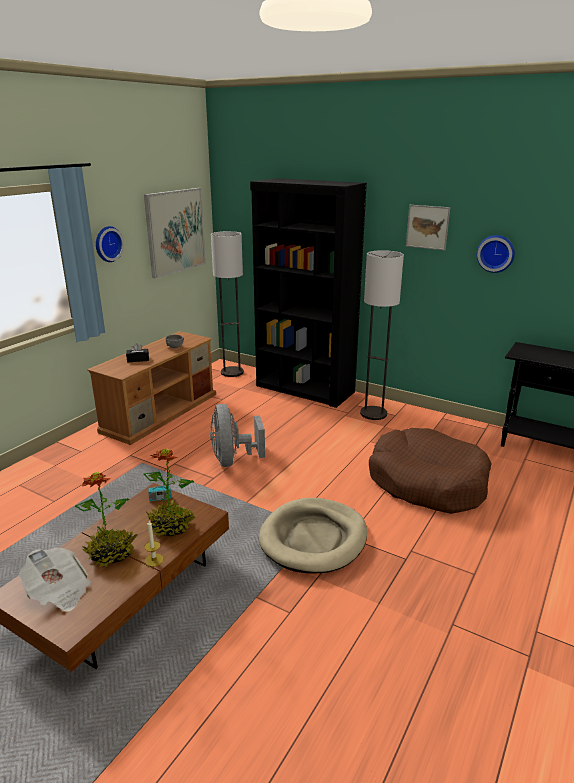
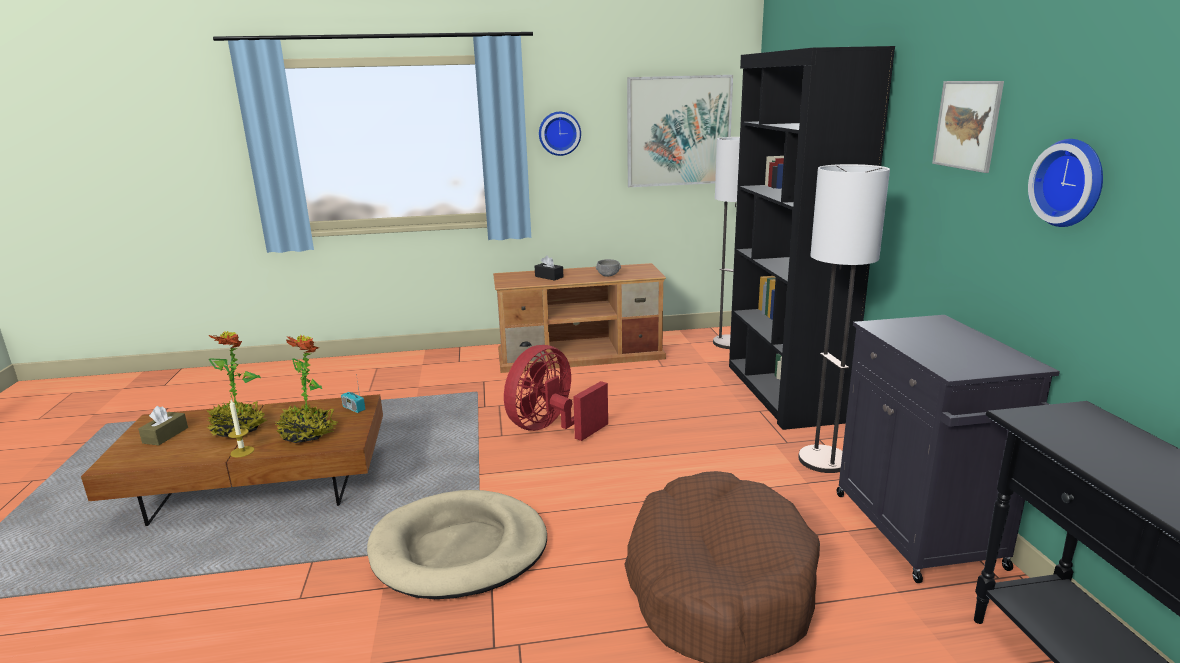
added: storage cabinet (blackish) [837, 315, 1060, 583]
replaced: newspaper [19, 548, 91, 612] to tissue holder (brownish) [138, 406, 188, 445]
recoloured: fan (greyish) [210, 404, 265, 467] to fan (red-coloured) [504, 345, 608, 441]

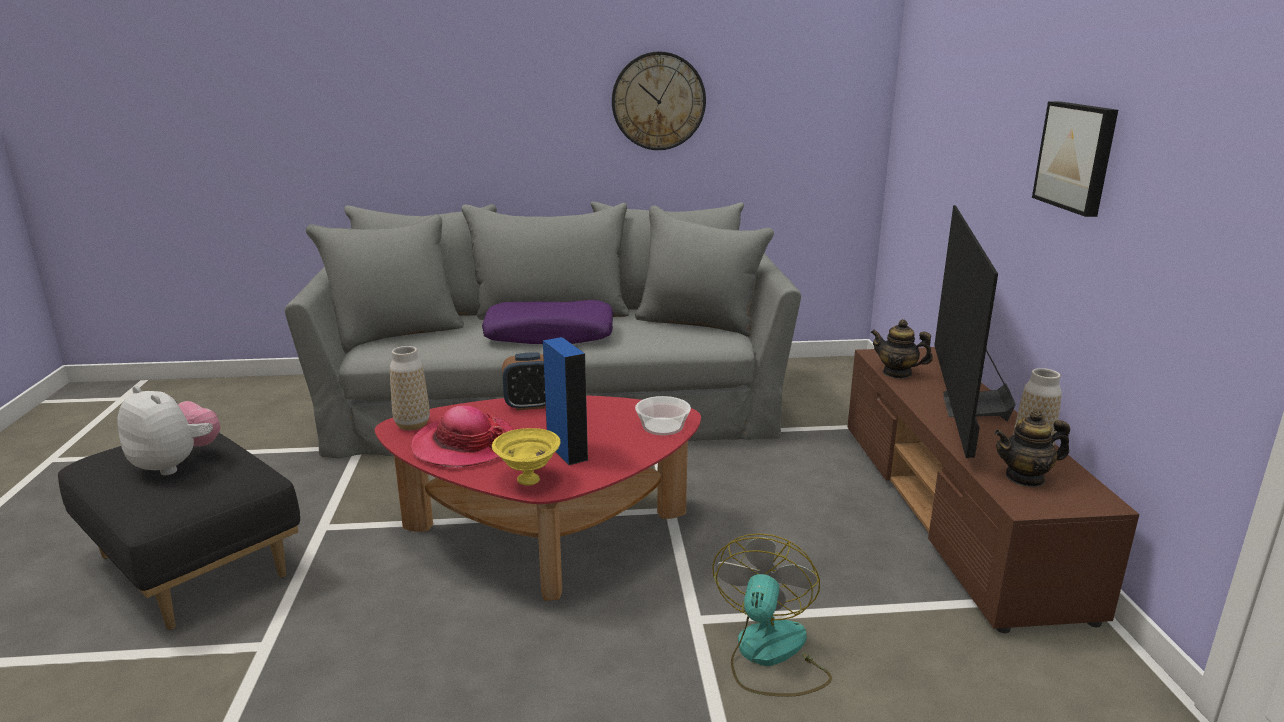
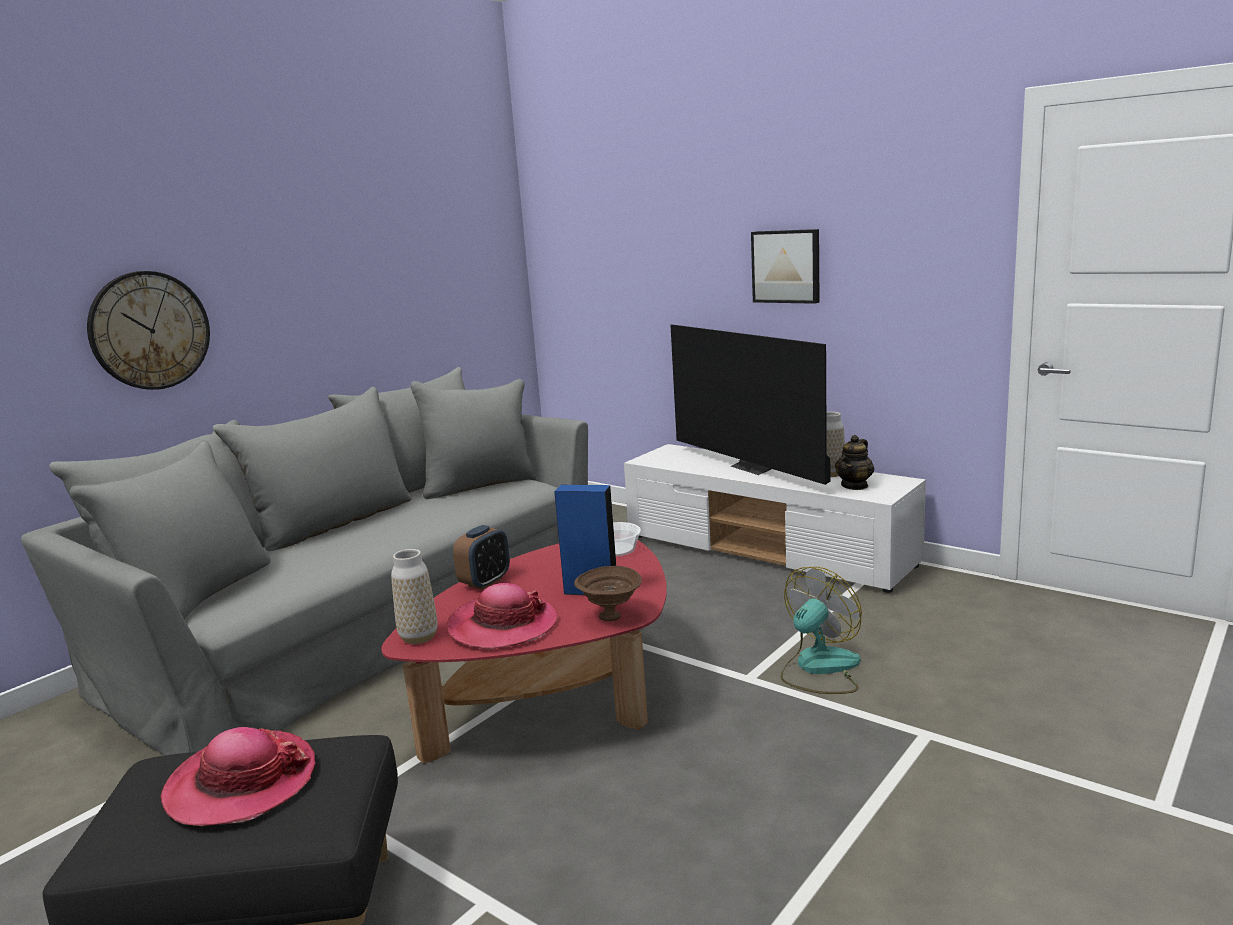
removed: pillow (purplish) [482, 300, 613, 344]; pot for tea [870, 319, 933, 379]
moved: wall clock [612, 52, 706, 150] to [87, 271, 210, 390]
replaced: cuddly toy [118, 386, 221, 475] to clothing hat [161, 727, 315, 826]
recoloured: tv stand (brownish) [847, 347, 1140, 633] to tv stand (white-coloured) [624, 444, 926, 593]; deep dish (yellowish) [492, 428, 560, 486] to deep dish (brownish) [574, 566, 642, 621]
turned: fan [712, 533, 832, 697] = [781, 567, 862, 694] 75 degrees clockwise

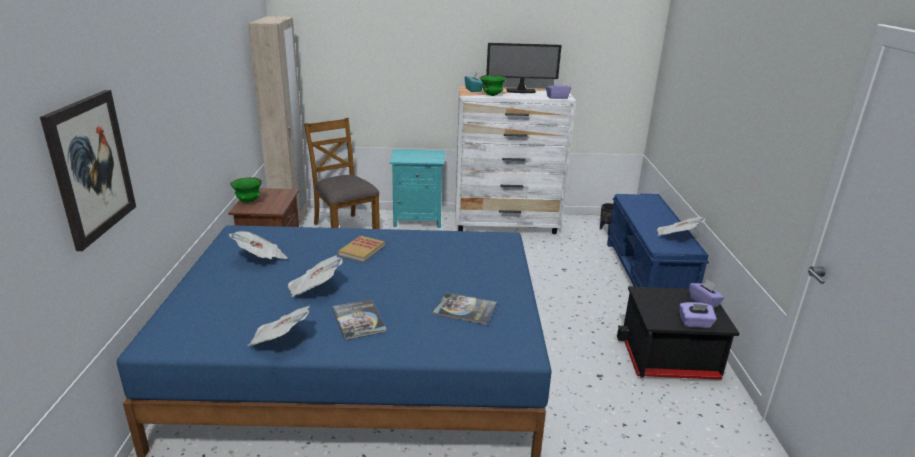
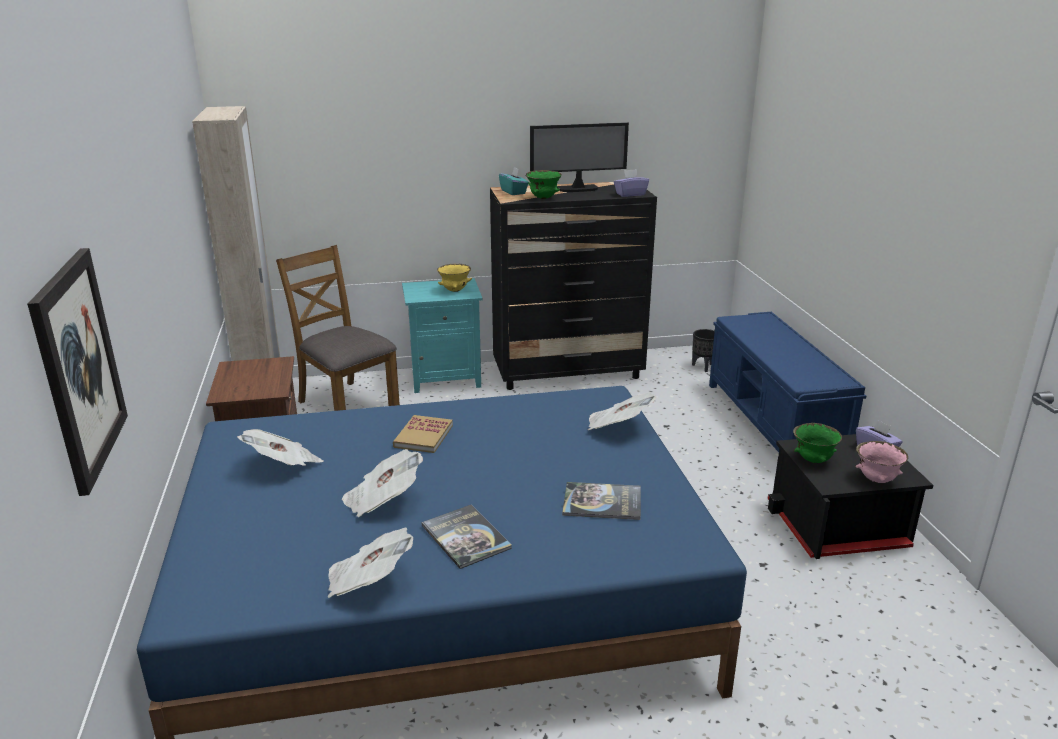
added: deep dish (yellowish) [437, 263, 472, 292]
moved: deep dish (green) [230, 177, 262, 203] to [793, 423, 842, 463]; newspaper [657, 216, 705, 236] to [588, 392, 656, 430]
replaced: tissue holder (purplish) [679, 302, 717, 328] to deep dish (pink) [855, 441, 908, 483]
recoloured: drawer chest (white-coloured) [455, 86, 576, 234] to drawer chest (blackish) [490, 182, 657, 390]

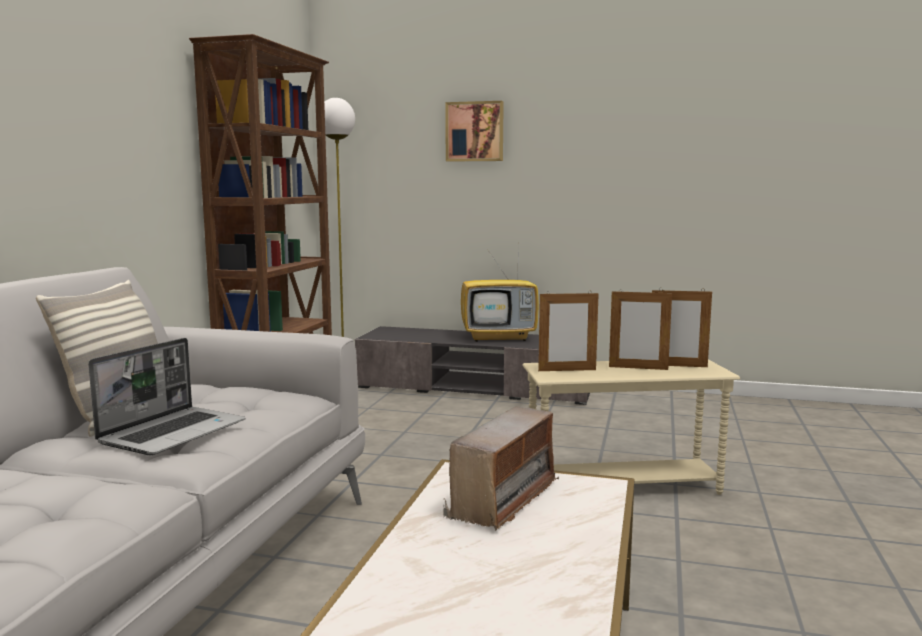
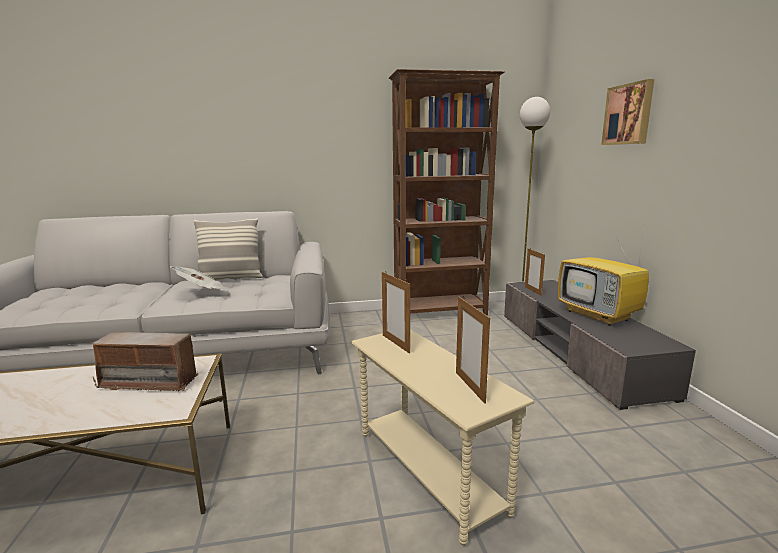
moved: picture frame [609, 289, 672, 370] to [525, 249, 545, 296]
replaced: notebook computer [88, 338, 245, 455] to newspaper [170, 266, 228, 291]

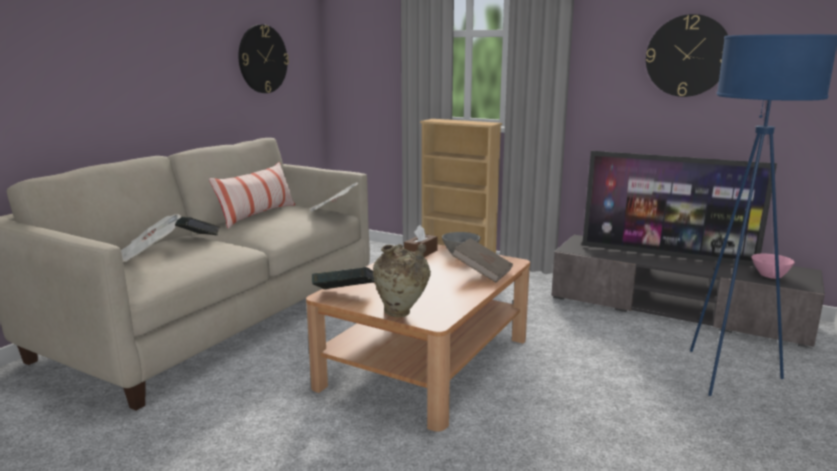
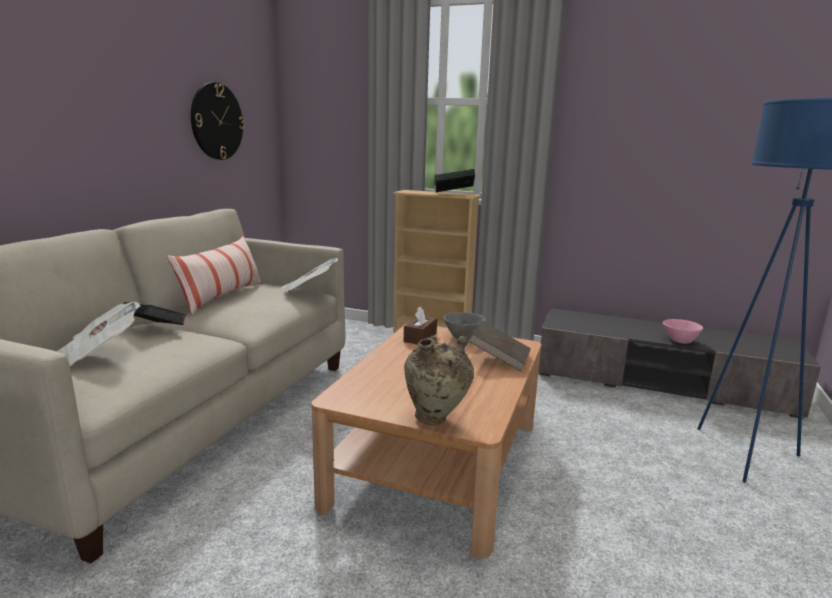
removed: wall clock [646, 14, 728, 97]; TV set [582, 151, 777, 266]
moved: deep dish (pink) [751, 253, 795, 279] to [663, 319, 703, 344]; volume [312, 267, 375, 289] to [434, 169, 475, 192]

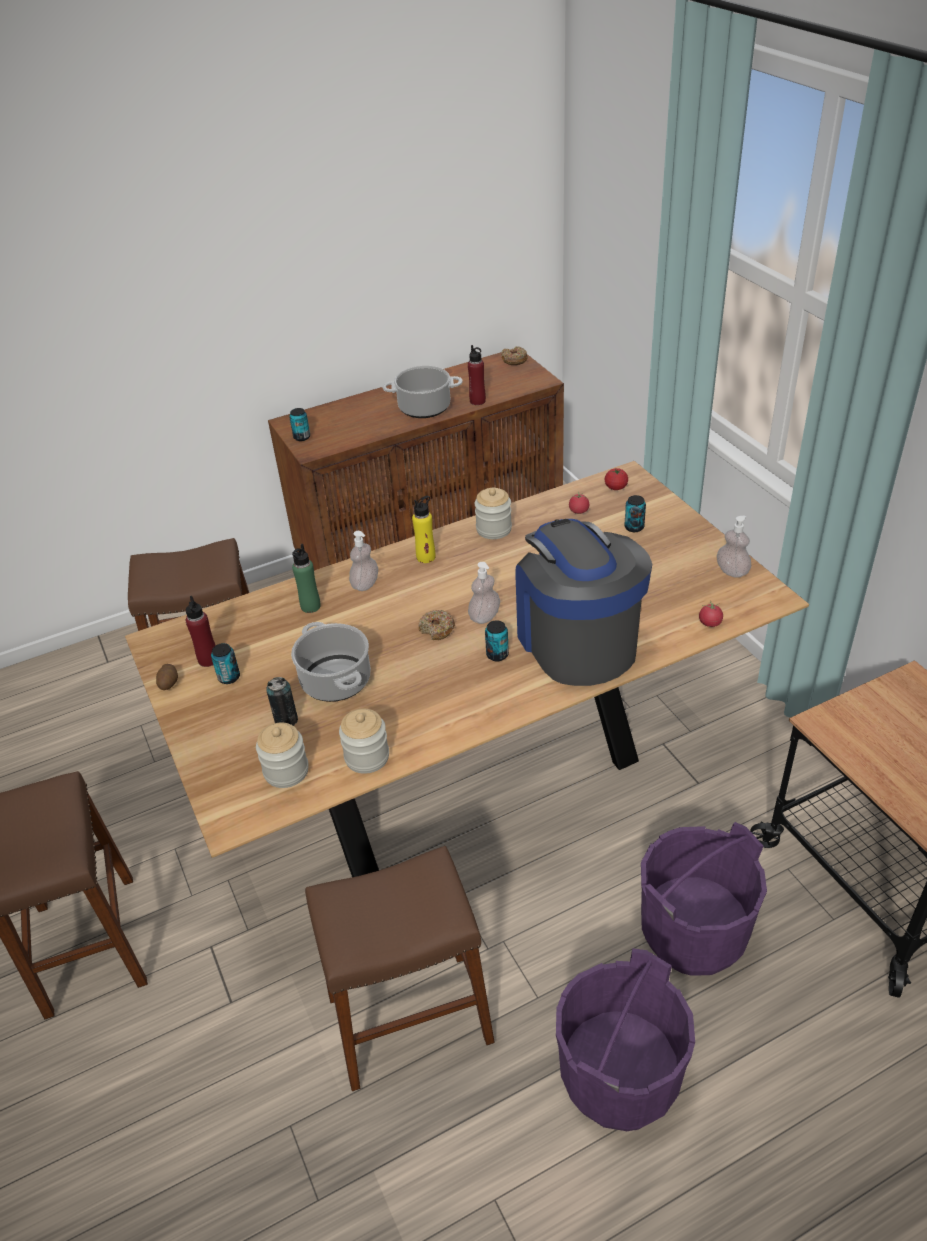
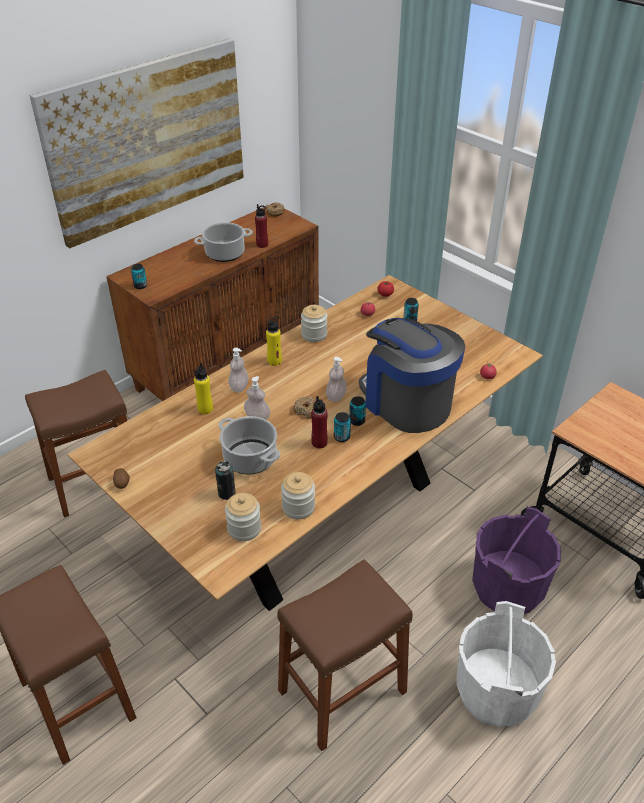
added: picture [30, 39, 244, 248]
moved: soap bottle [717, 516, 751, 578] to [244, 376, 270, 420]; bottle (red-coloured) [186, 596, 216, 667] to [311, 396, 328, 448]; metal can [211, 643, 240, 684] to [334, 412, 351, 442]
recoloured: bottle (green) [292, 544, 321, 613] to bottle (yellowish) [194, 363, 213, 414]; bucket (purplish) [556, 948, 695, 1131] to bucket (white-coloured) [456, 601, 556, 727]

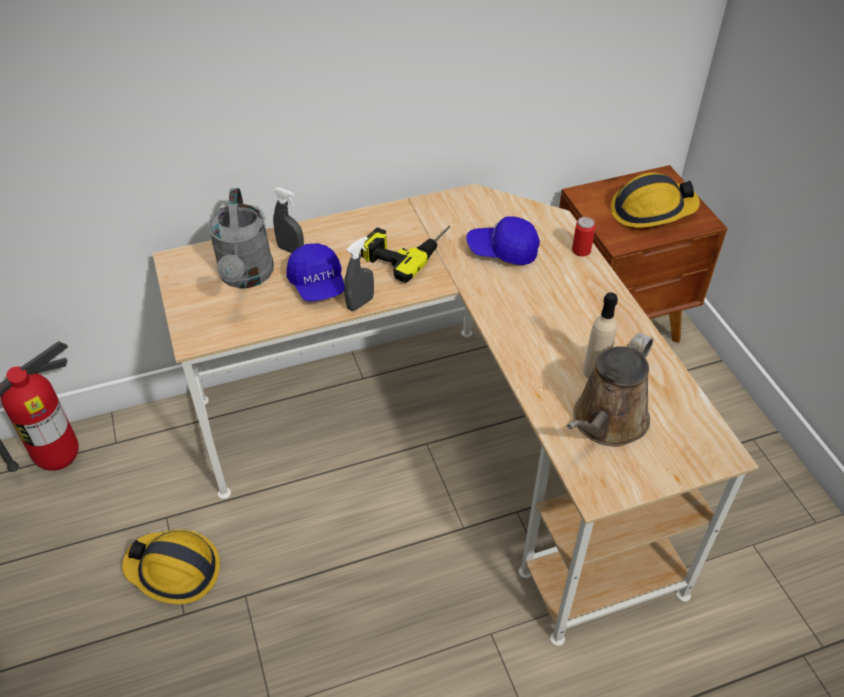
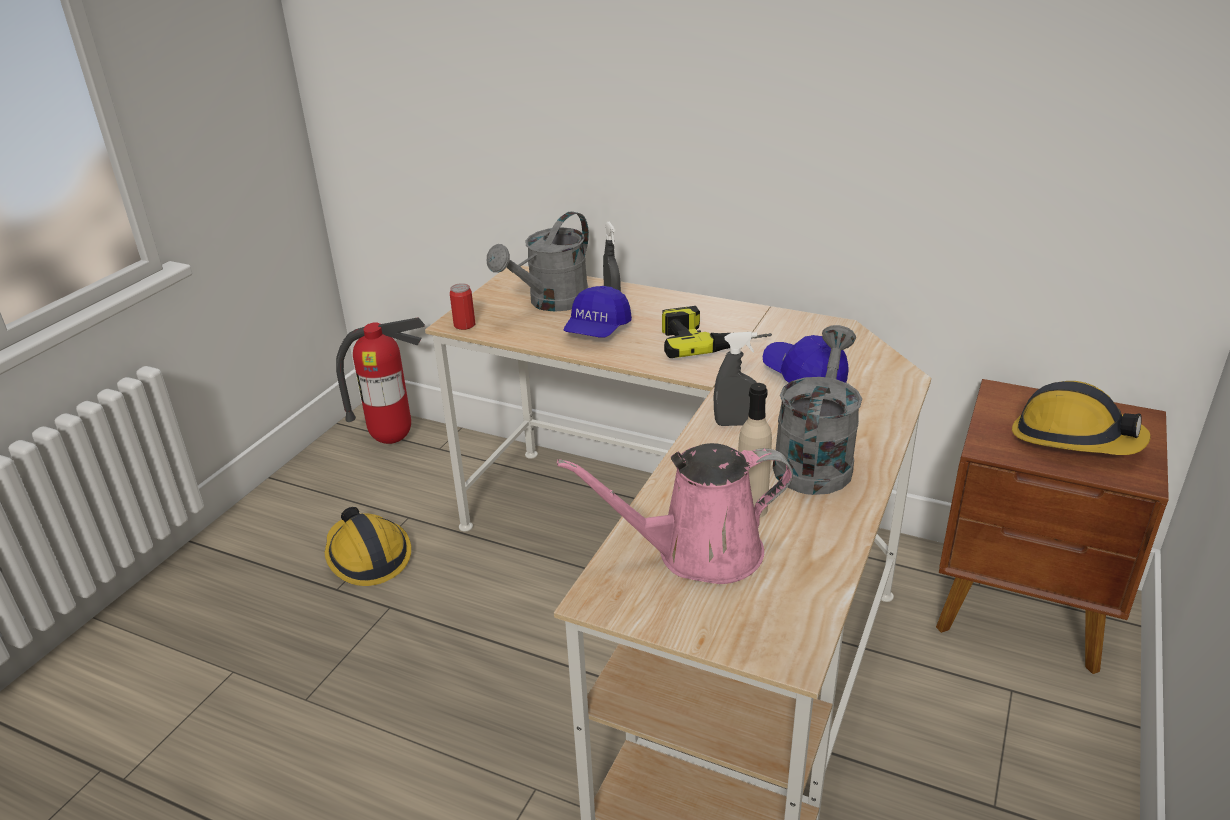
added: sprinkling can (greyish) [773, 325, 862, 495]
moved: metal can [572, 217, 596, 256] to [450, 283, 475, 330]; spray bottle (greyish) [344, 236, 374, 311] to [713, 332, 757, 426]
recoloured: sprinkling can (brownish) [567, 333, 653, 447] to sprinkling can (pink) [557, 443, 793, 584]

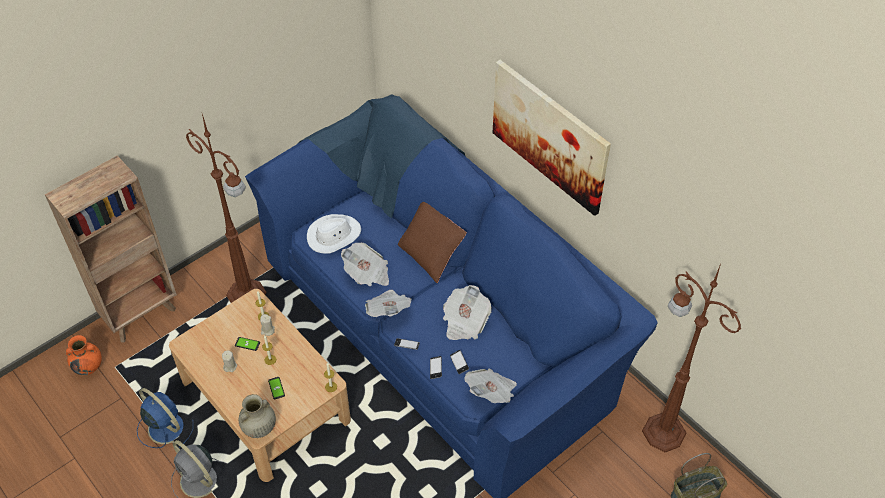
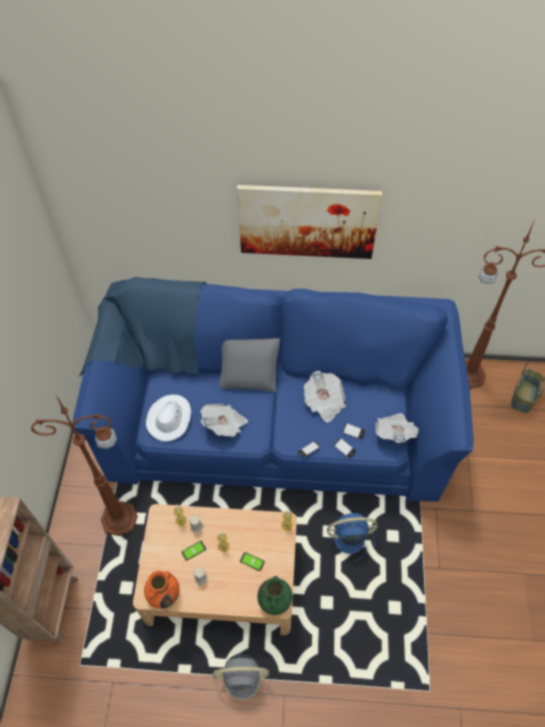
removed: newspaper [365, 290, 412, 317]
moved: vase (orangey) [66, 335, 102, 375] to [144, 571, 180, 609]; fan (bluish) [137, 388, 193, 448] to [327, 513, 378, 562]
recoloured: pillow (brownish) [398, 202, 467, 283] to pillow (greyish) [220, 338, 280, 393]; vase (beige) [239, 394, 276, 438] to vase (green) [257, 576, 292, 615]

